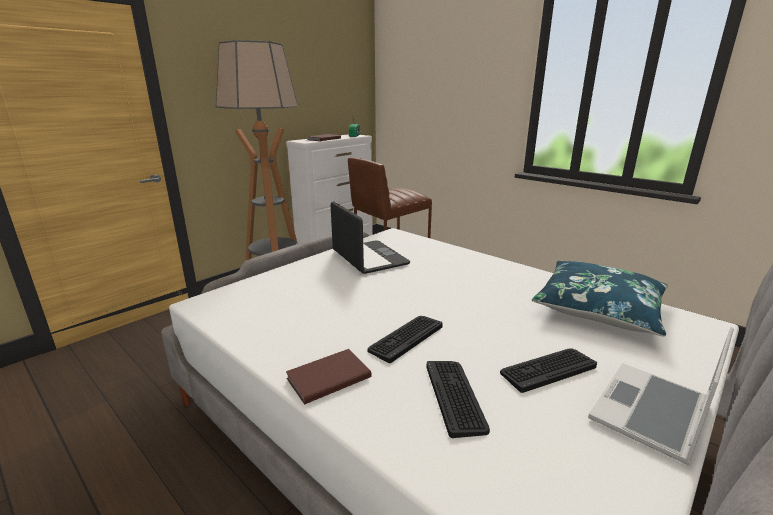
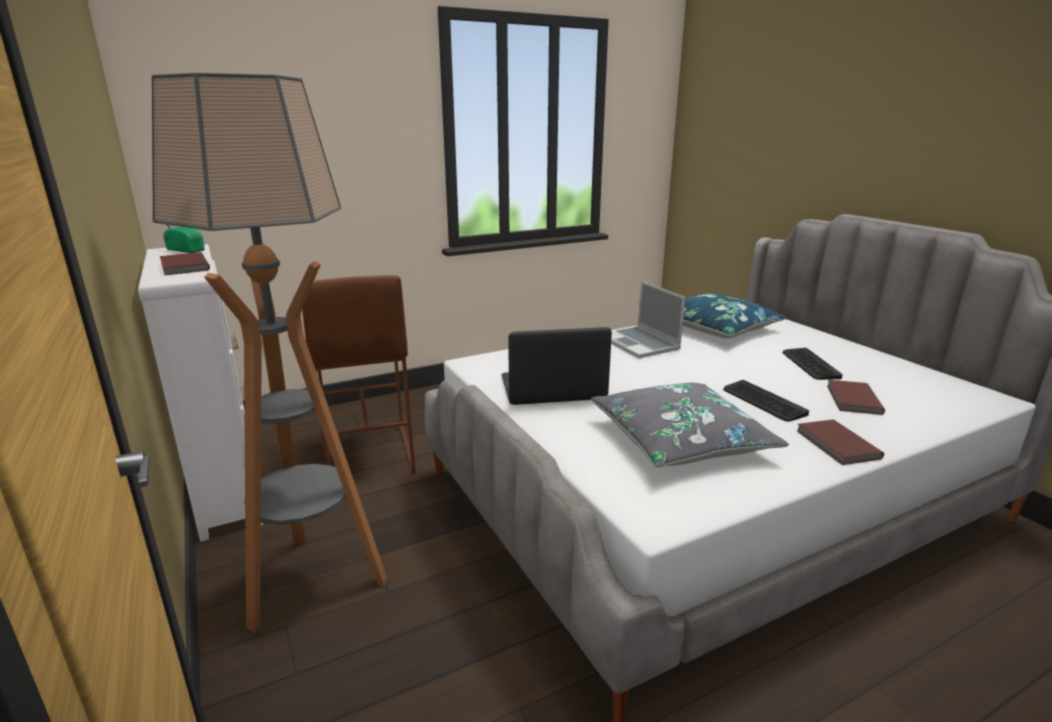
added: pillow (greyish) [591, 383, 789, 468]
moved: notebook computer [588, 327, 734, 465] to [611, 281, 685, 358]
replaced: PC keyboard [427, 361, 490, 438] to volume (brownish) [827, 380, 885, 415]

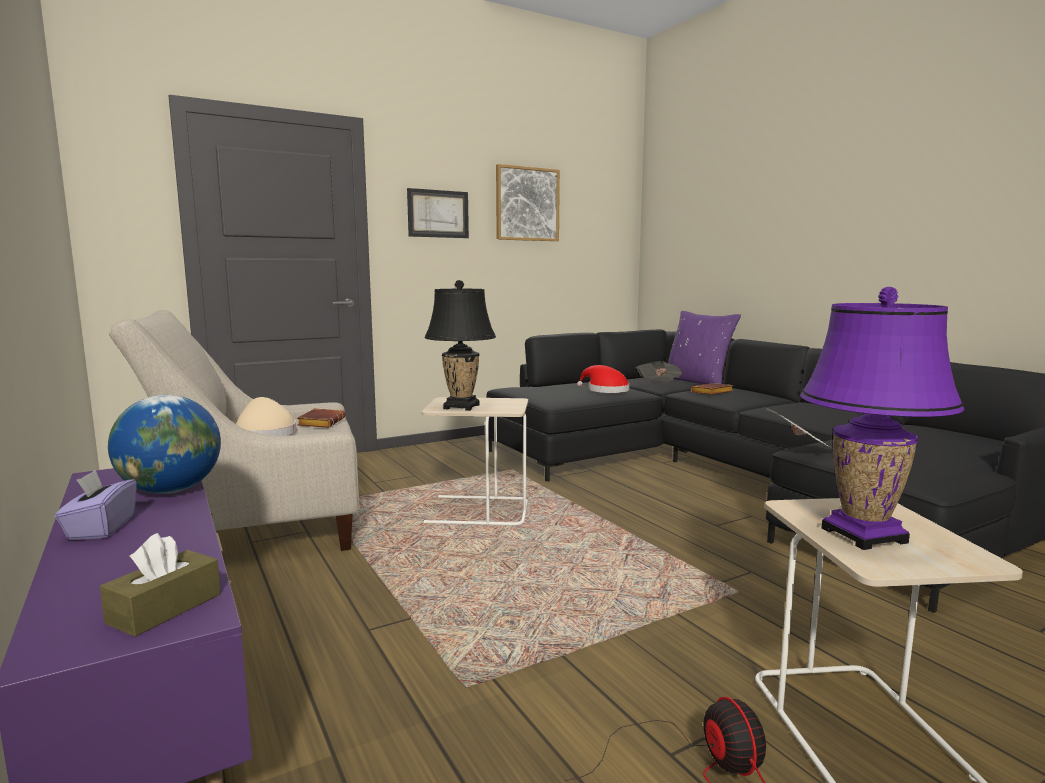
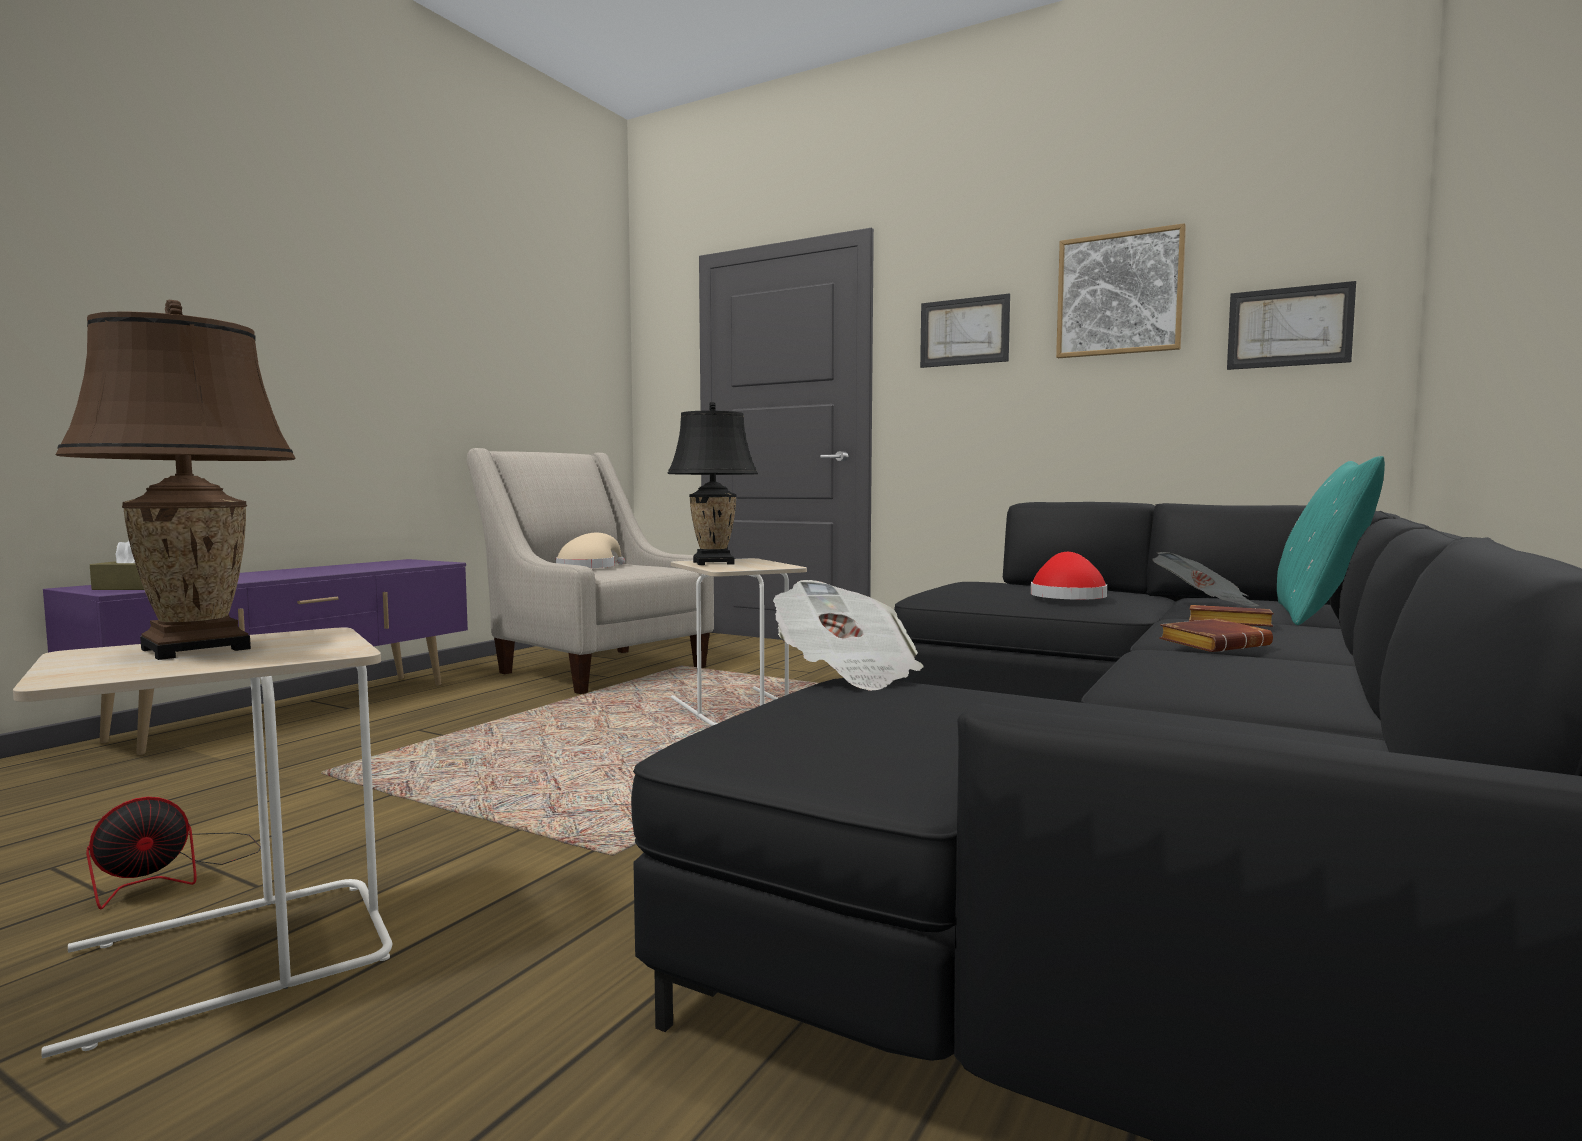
removed: globe [108, 395, 221, 494]; tissue holder (purplish) [55, 470, 137, 540]
added: picture [1227, 281, 1356, 370]
moved: volume (brownish) [297, 408, 346, 428] to [1159, 619, 1273, 652]
recoloured: table lamp (purplish) [800, 287, 964, 550] to table lamp (brownish) [55, 300, 296, 660]; pillow (purplish) [668, 311, 741, 384] to pillow (turquoise-coloured) [1277, 456, 1385, 625]

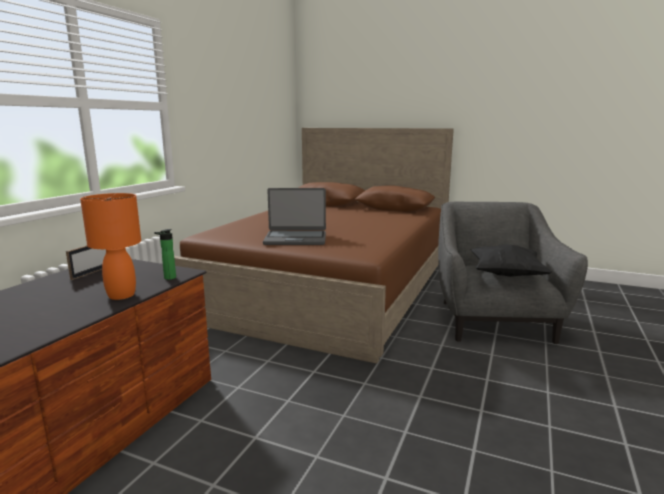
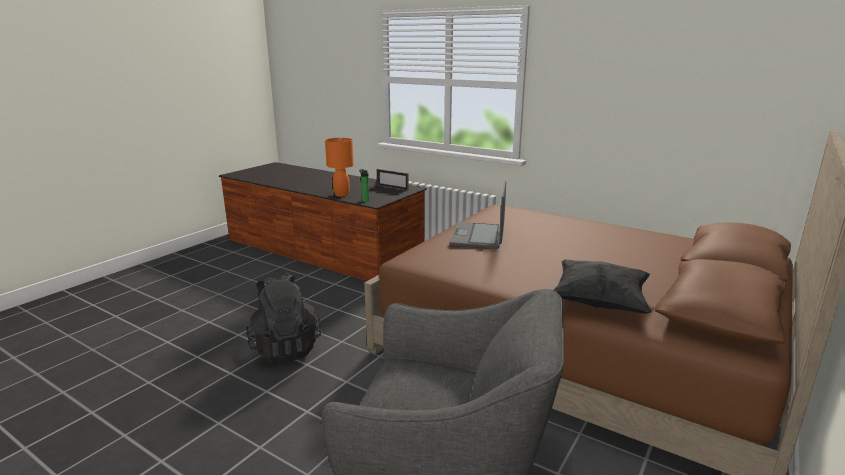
added: rucksack (blackish) [246, 273, 321, 363]
moved: pillow (blackish) [470, 244, 552, 277] to [554, 260, 652, 314]

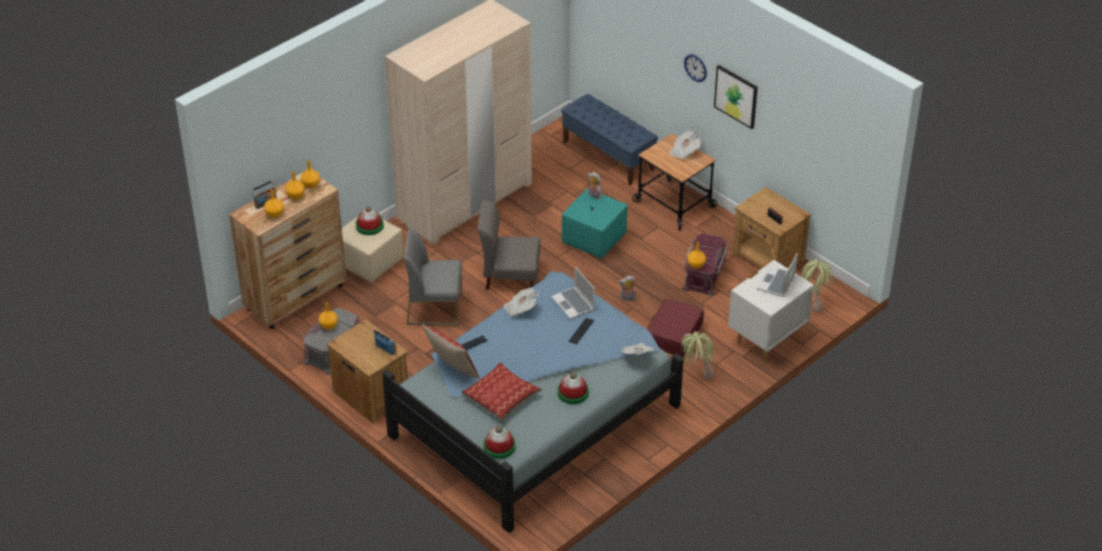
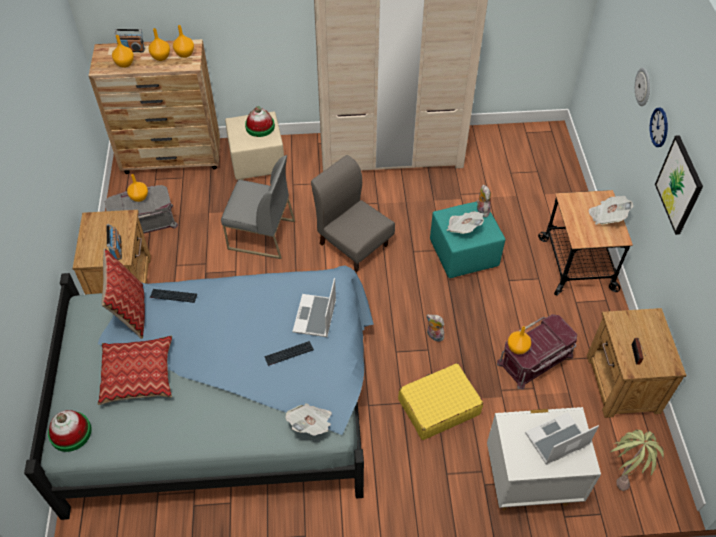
removed: long seat (bluish) [561, 94, 658, 185]; potted plant [681, 331, 714, 379]; clothing hat [557, 372, 589, 404]
added: wall clock [635, 68, 650, 106]
moved: newspaper [504, 288, 539, 317] to [447, 211, 484, 234]
recoloured: piece of luggage (red-coloured) [647, 298, 704, 357] to piece of luggage (yellowish) [398, 363, 483, 440]
turned: chair (greyish) [404, 227, 463, 326] = [221, 155, 295, 259] 150 degrees clockwise

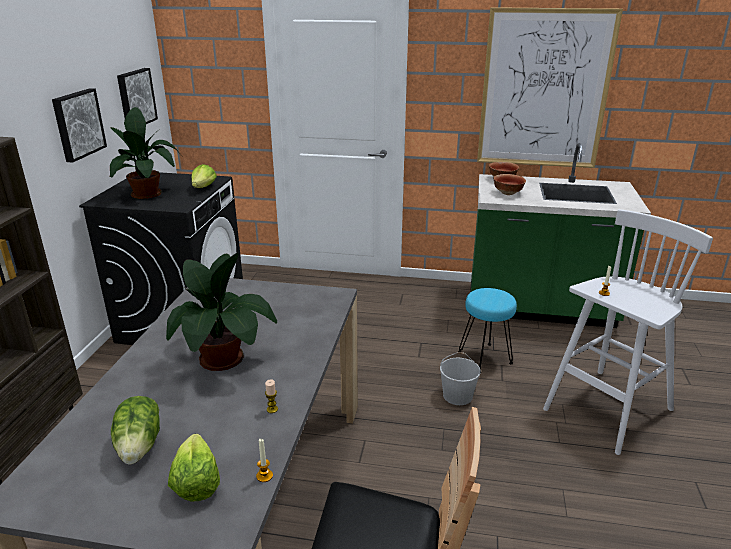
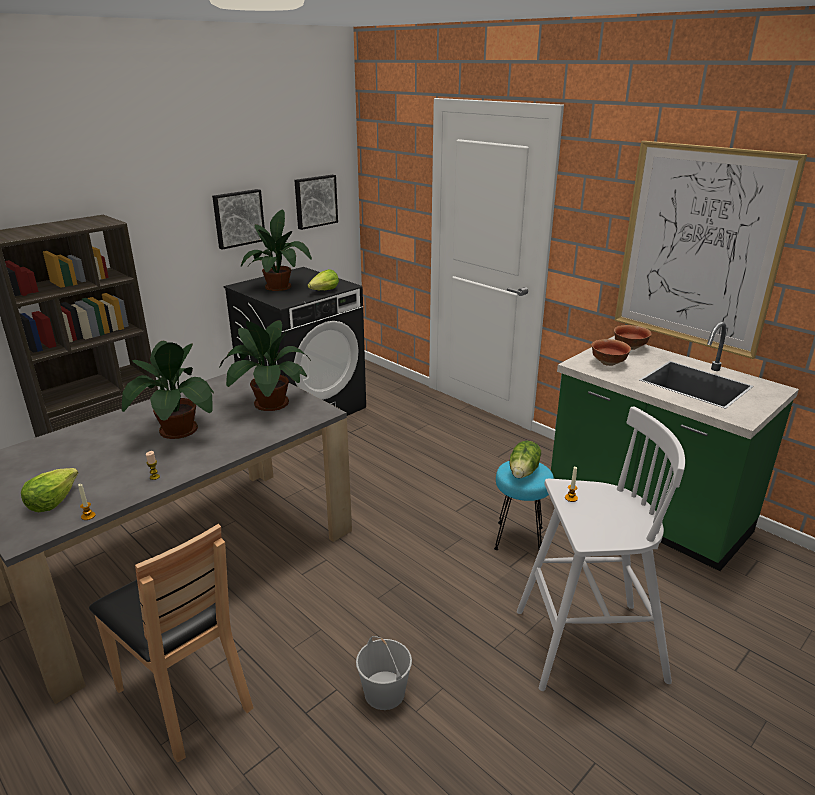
added: potted plant [219, 320, 311, 411]
moved: bucket (white-coloured) [440, 352, 481, 405] to [356, 636, 412, 710]; head of lettuce [111, 396, 160, 464] to [509, 441, 541, 478]

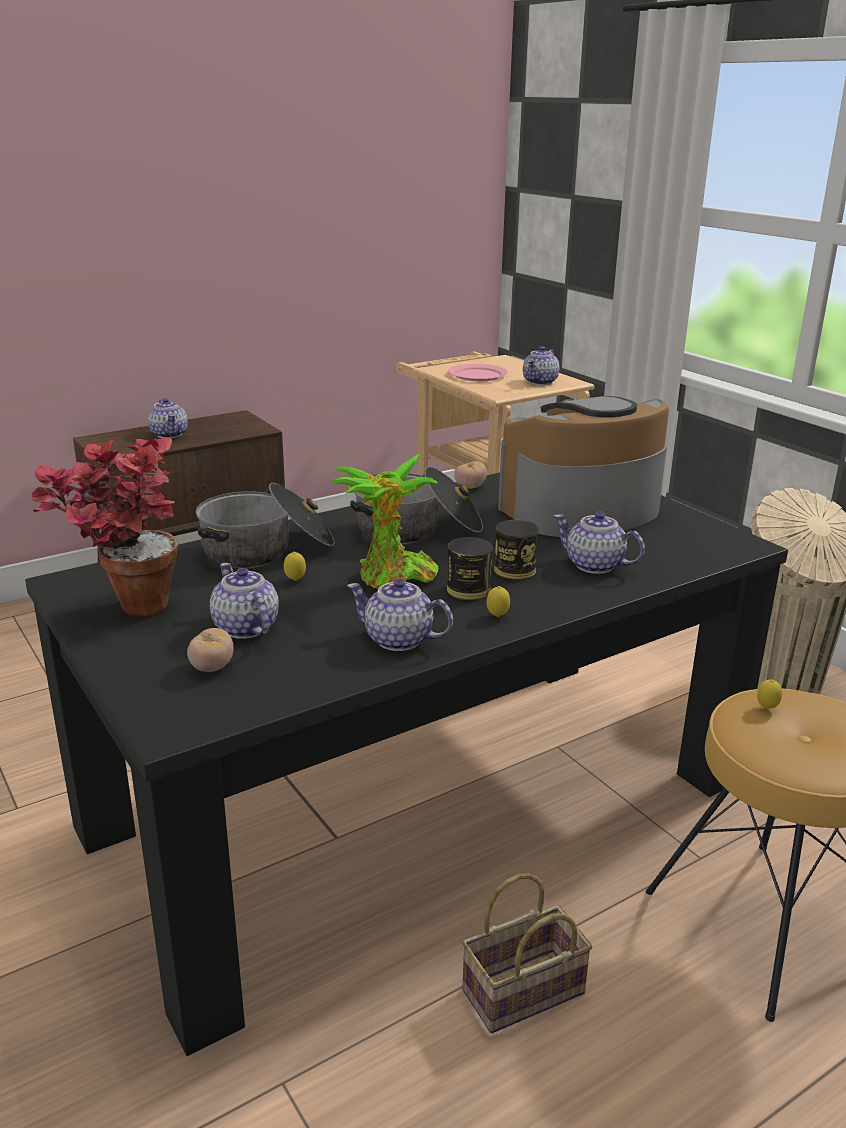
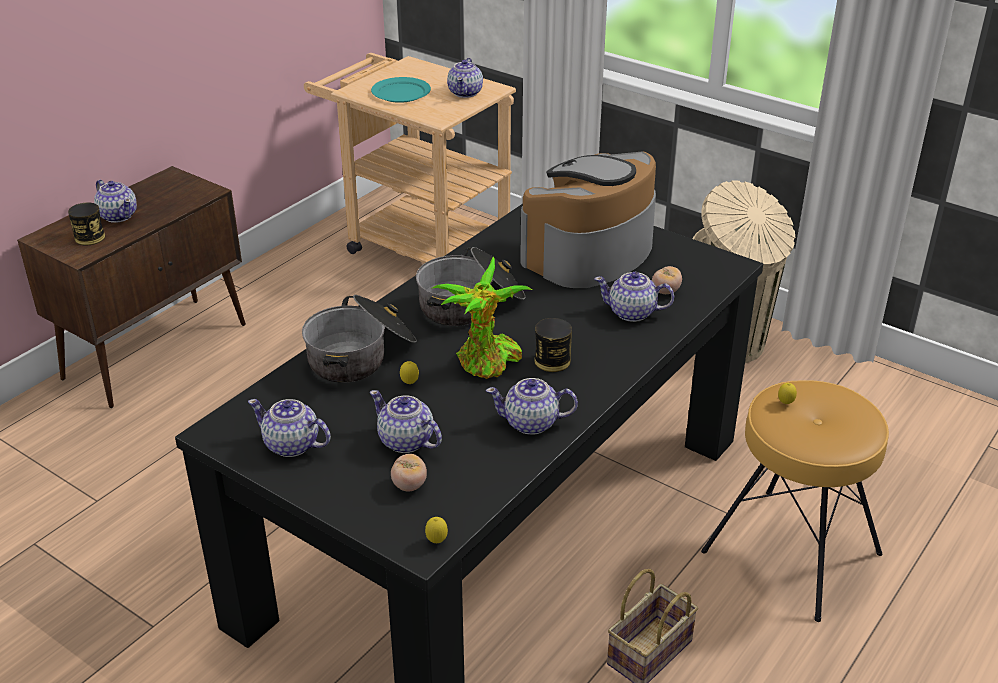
moved: fresh tomato [454, 461, 487, 489] to [652, 266, 682, 294]; metal can [494, 520, 539, 580] to [68, 202, 105, 246]; lemon [487, 586, 510, 617] to [425, 517, 448, 543]
replaced: potted plant [30, 438, 178, 617] to pot for tea [248, 399, 331, 457]
recoloured: plate (pink) [448, 364, 508, 381] to plate (turquoise-coloured) [371, 77, 431, 103]

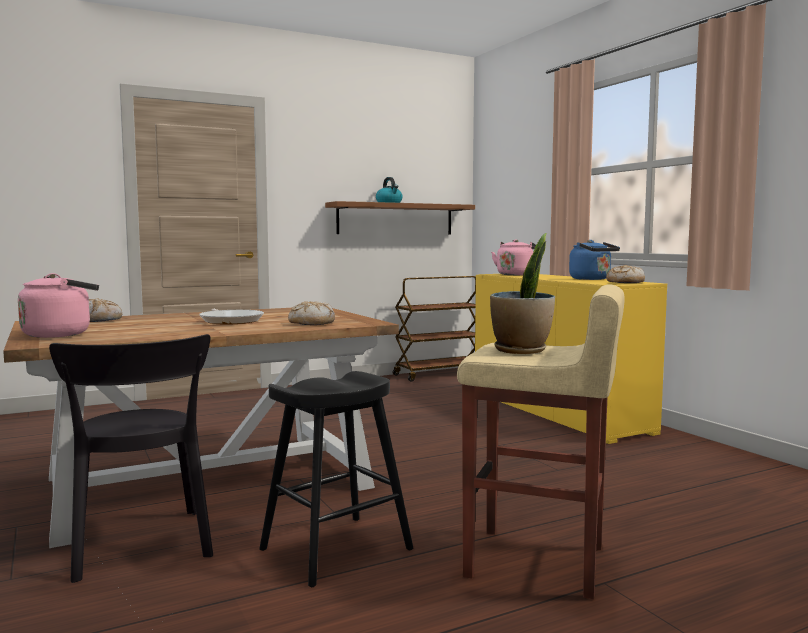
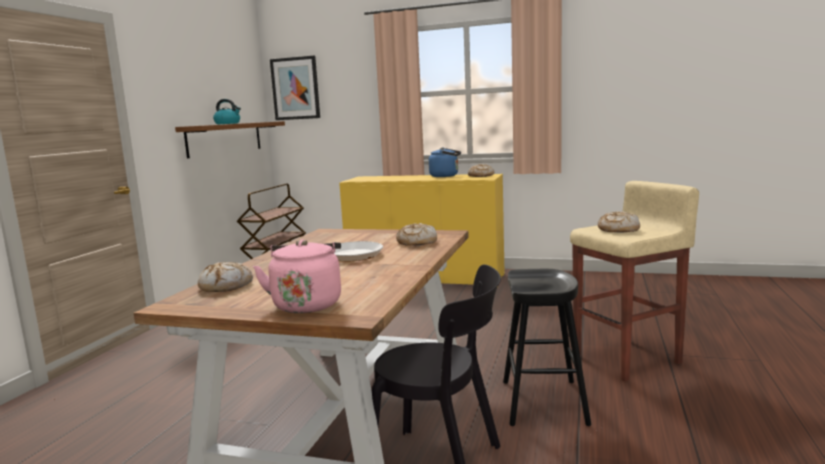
removed: kettle (pink) [491, 239, 536, 275]
added: picture [270, 56, 320, 120]
replaced: potted plant [490, 233, 555, 354] to bakery bread [598, 211, 640, 233]

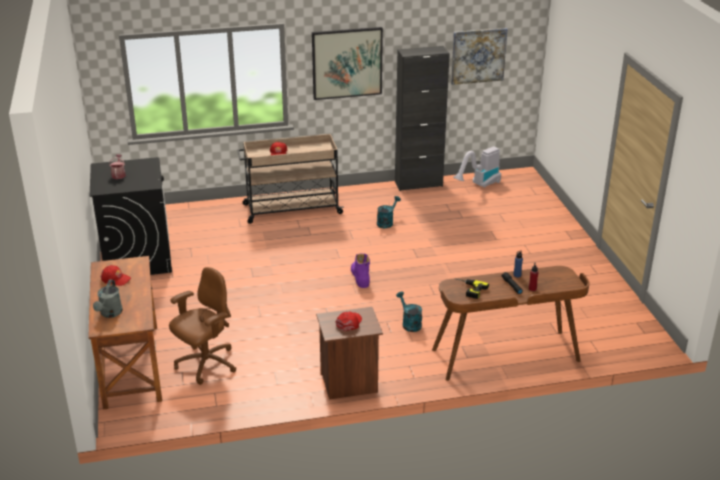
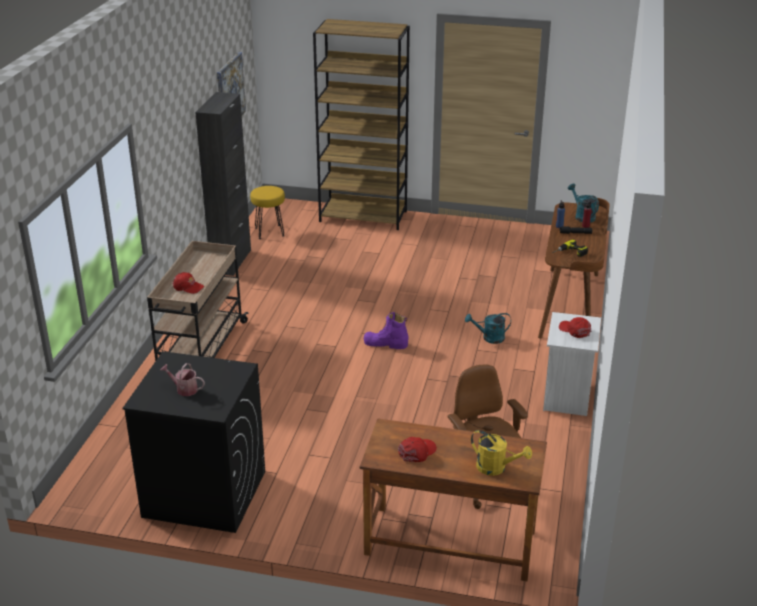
removed: picture [312, 27, 383, 100]
added: bookcase (brownish) [313, 19, 410, 230]
moved: sprinkling can (turquoise-coloured) [377, 196, 401, 228] to [568, 184, 599, 223]
replaced: hoover [453, 147, 501, 188] to stool seat (yellowish) [250, 186, 285, 239]
recoloured: sprinkling can (greyish) [93, 280, 123, 318] to sprinkling can (yellowish) [471, 430, 532, 476]; night table (brownish) [316, 307, 383, 400] to night table (white-coloured) [543, 312, 601, 416]

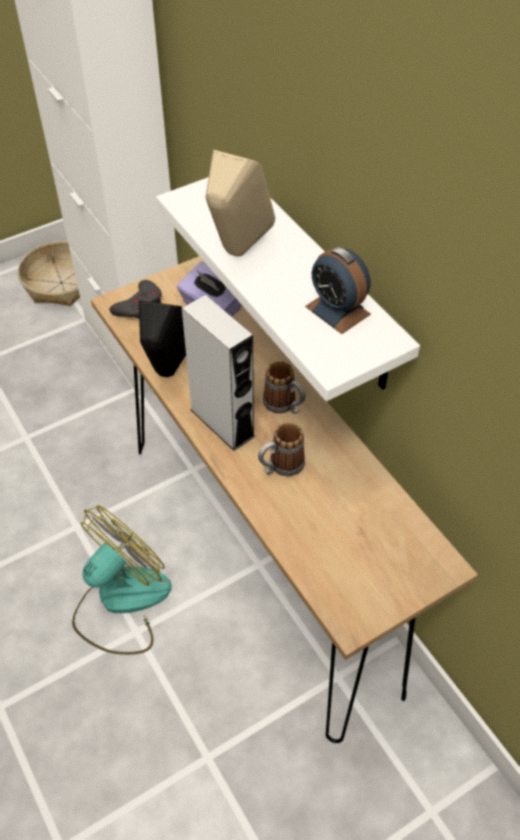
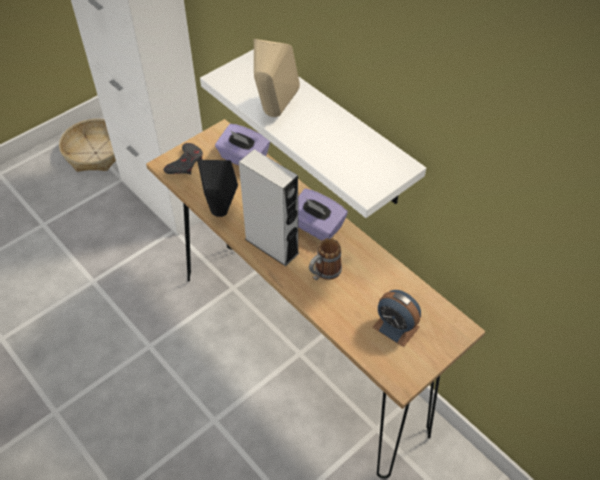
removed: fan [72, 505, 172, 655]
moved: table clock [305, 247, 371, 334] to [373, 290, 421, 347]
replaced: mug [263, 361, 305, 414] to tissue holder (purplish) [298, 189, 348, 240]

